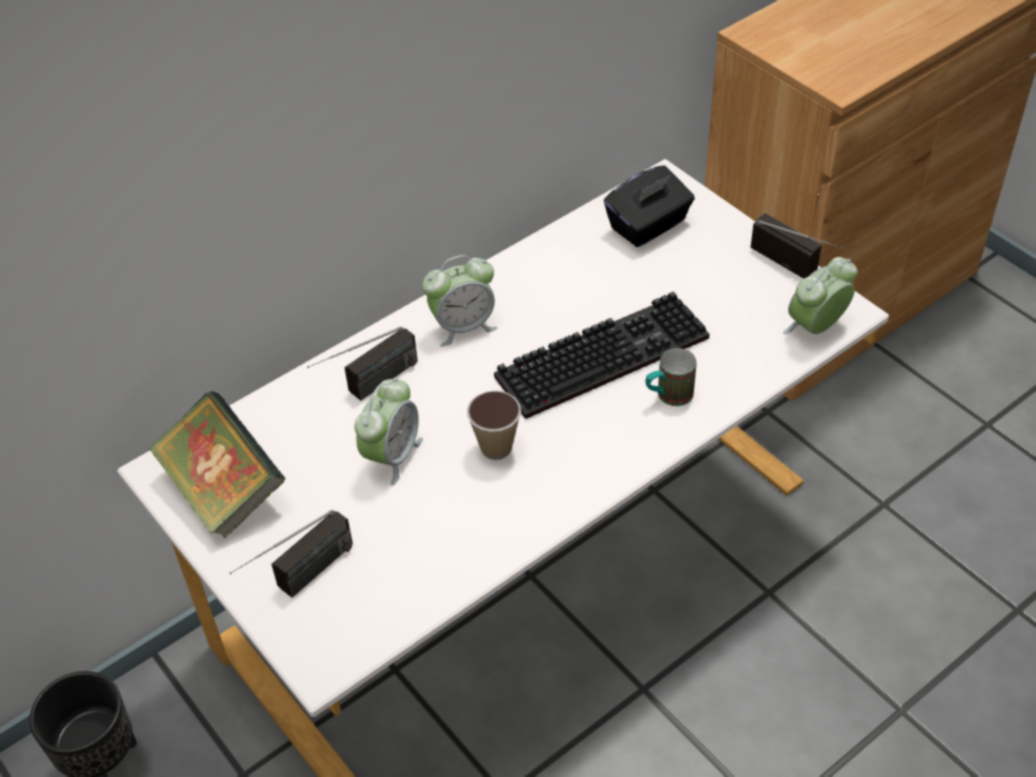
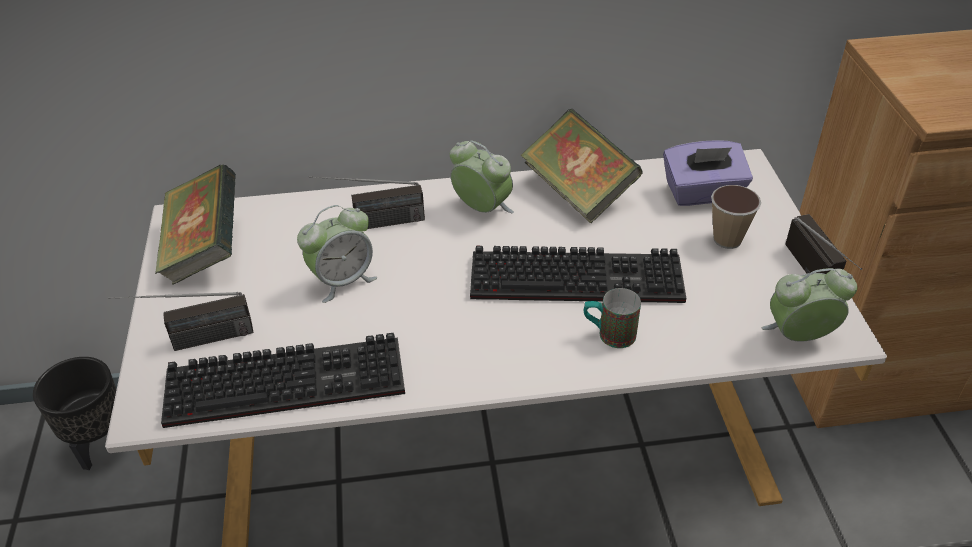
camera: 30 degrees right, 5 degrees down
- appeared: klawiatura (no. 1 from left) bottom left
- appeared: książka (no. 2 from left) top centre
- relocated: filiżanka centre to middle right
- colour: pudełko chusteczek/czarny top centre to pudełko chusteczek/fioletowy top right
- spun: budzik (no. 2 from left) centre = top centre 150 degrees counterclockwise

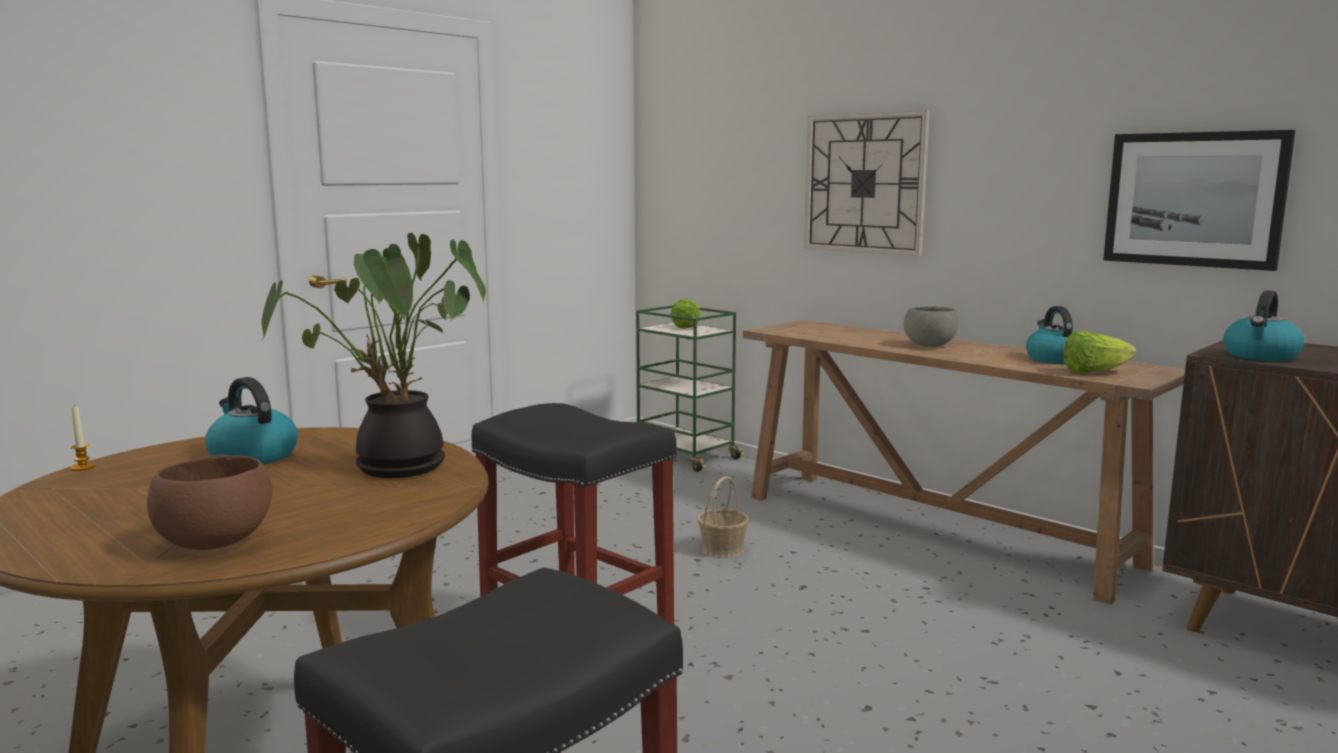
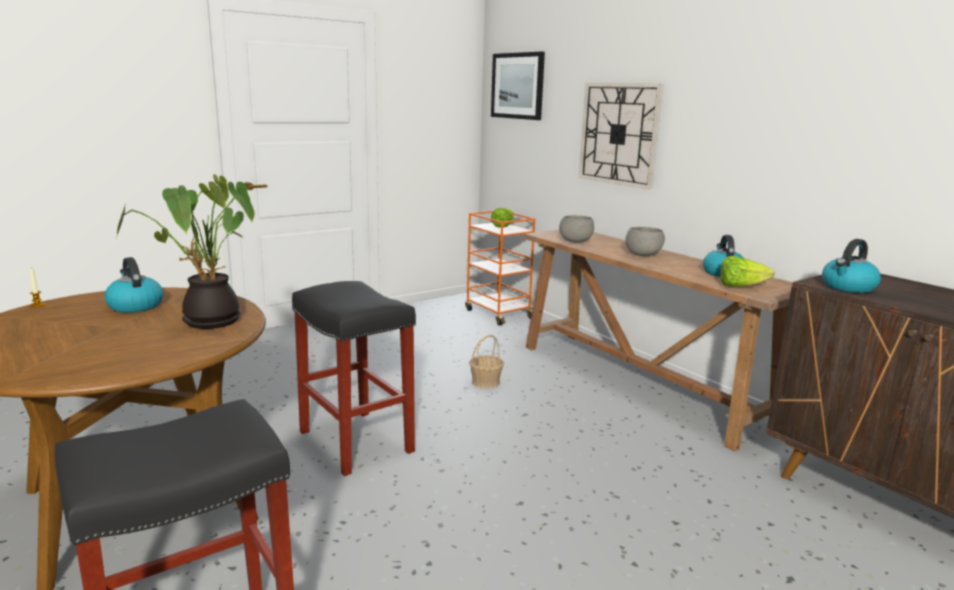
camera: 10 degrees right, 5 degrees up
- missing: miska/brązowy bottom left
- appeared: miska/szary (no. 1 from left) centre
- relocated: obraz top right to top centre
- colour: wózek/zielony centre to wózek/pomarańczowy centre

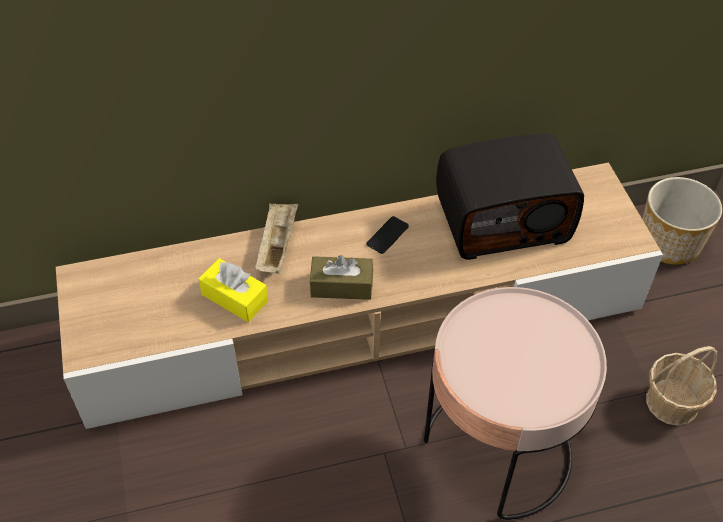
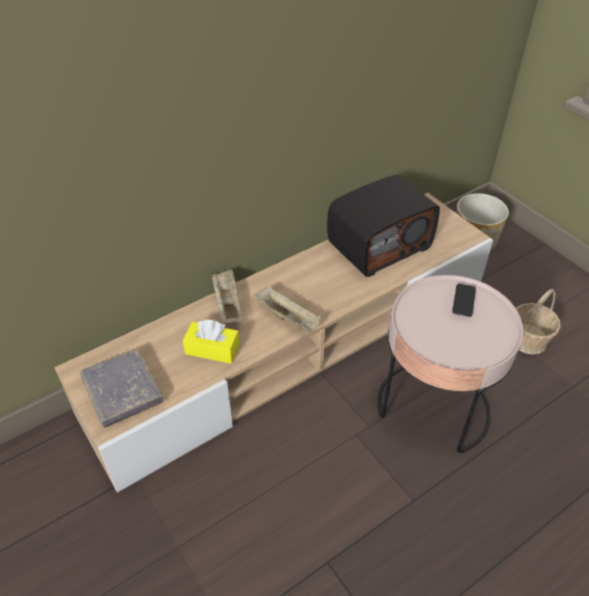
camera: 20 degrees left, 5 degrees down
- appeared: książka/szary middle left
- relocated: telefon centre to middle right
- exchanged: pudełko chusteczek/brązowy centre to taca/beżowy (no. 2 from left) centre

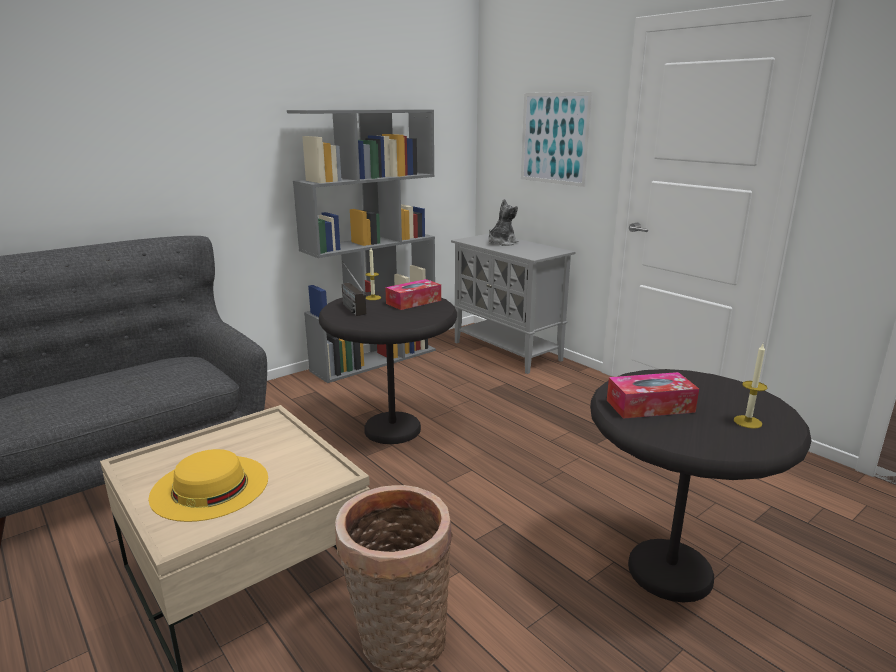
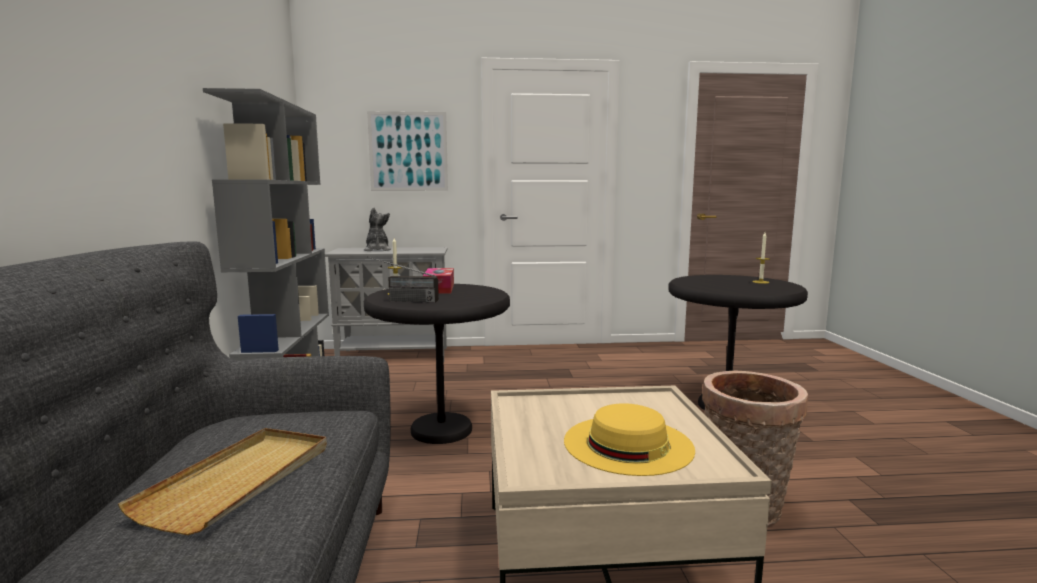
camera: 55 degrees left, 10 degrees down
- missing: pudełko chusteczek (no. 2 from left) middle right
- appeared: taca/beżowy bottom left

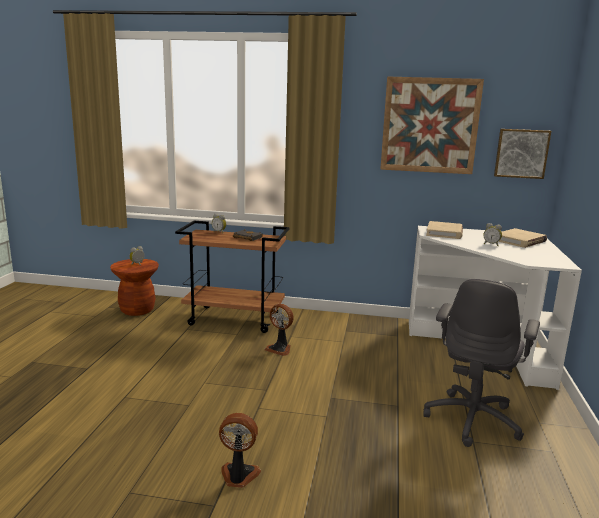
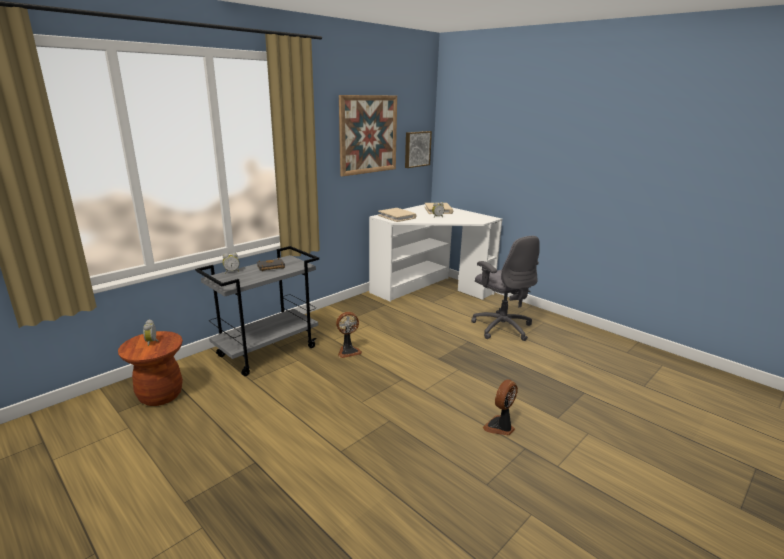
camera: 55 degrees left, 5 degrees up
- colour: wózek/brązowy centre to wózek/szary middle left

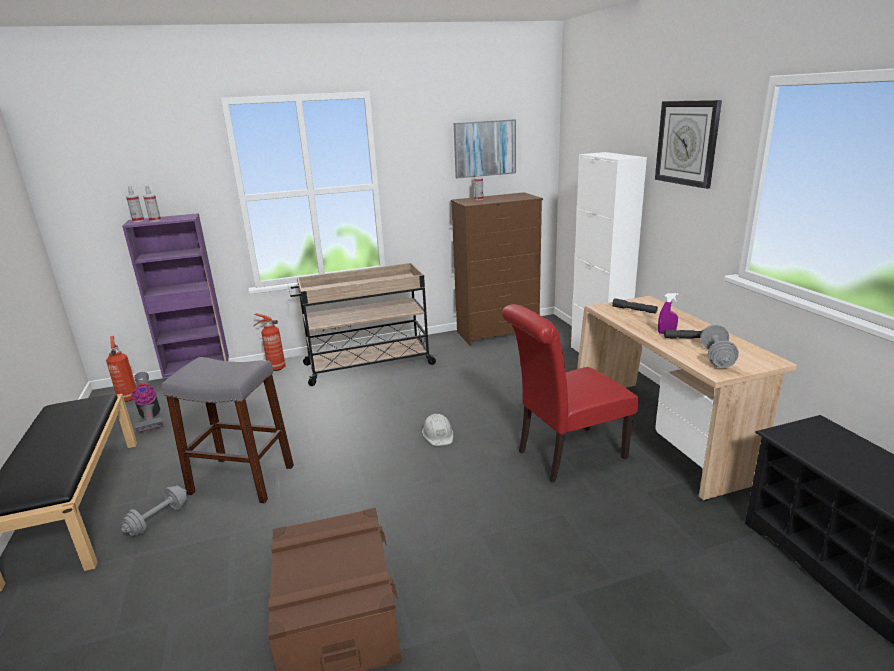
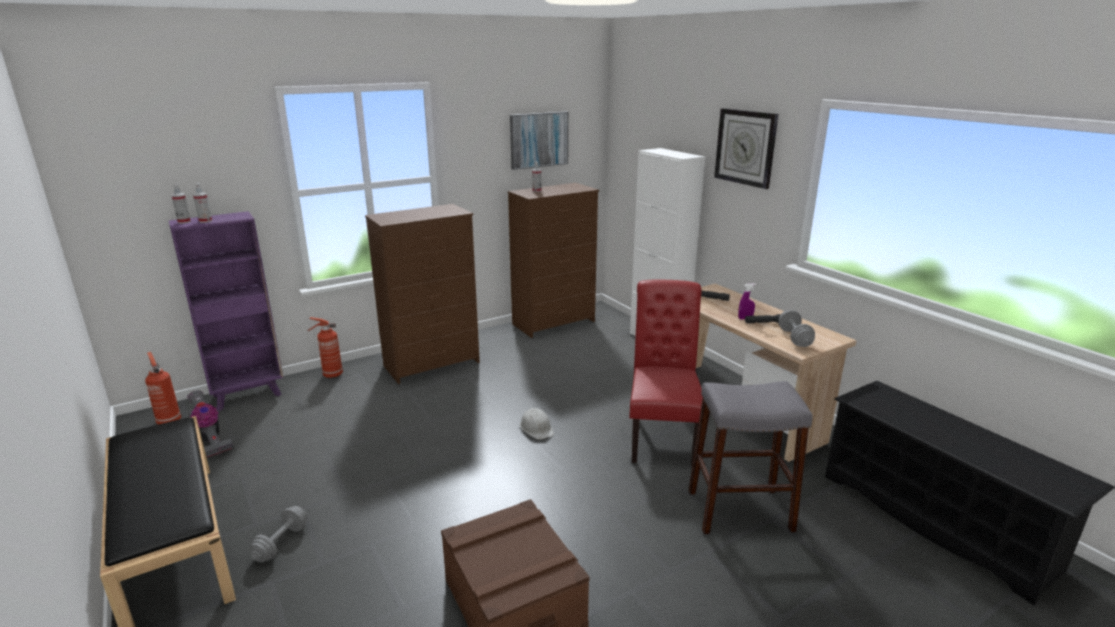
camera: 15 degrees left, 0 degrees up
- relocated: stołek/szary middle left to bottom right
- exchanged: wózek/beżowy centre to komoda/brązowy (no. 1 from left) centre
- spun: krzesło/czerwony centre = centre 135 degrees clockwise

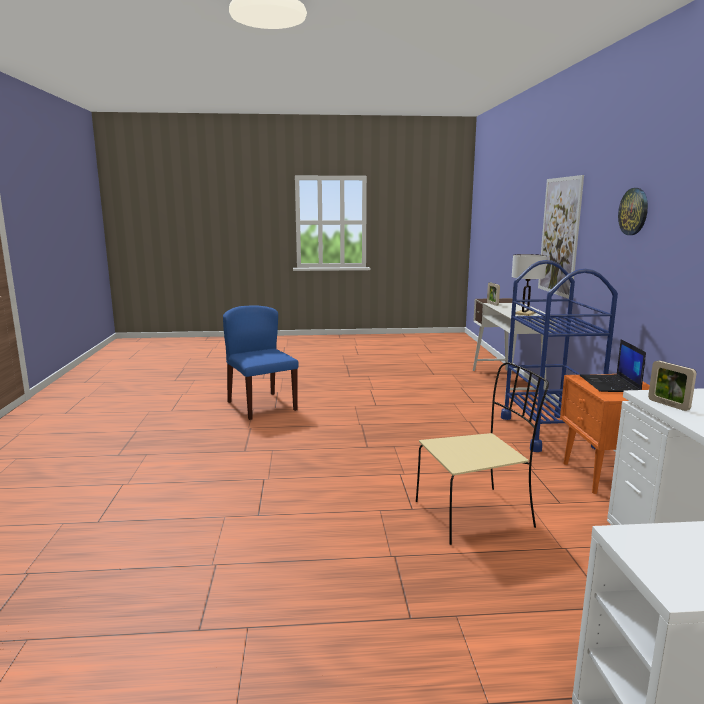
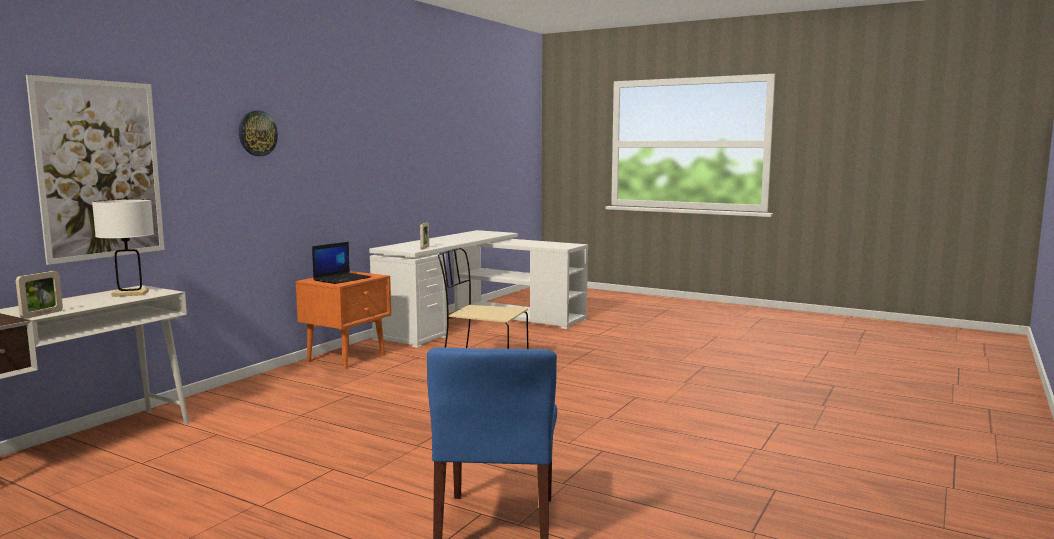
camera: 145 degrees left, 5 degrees down
- missing: wózek/niebieski middle right

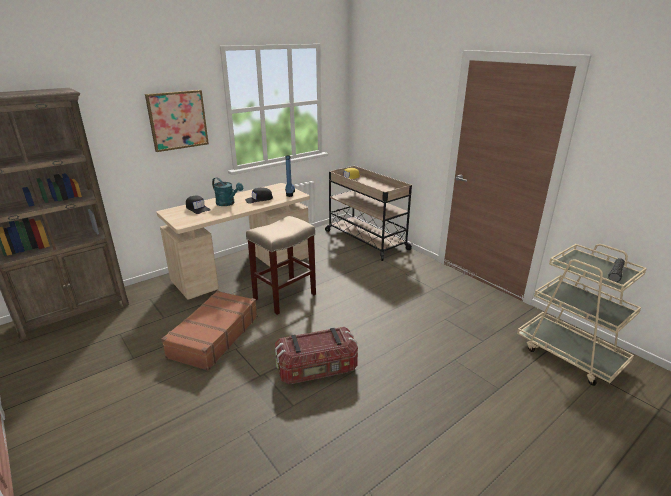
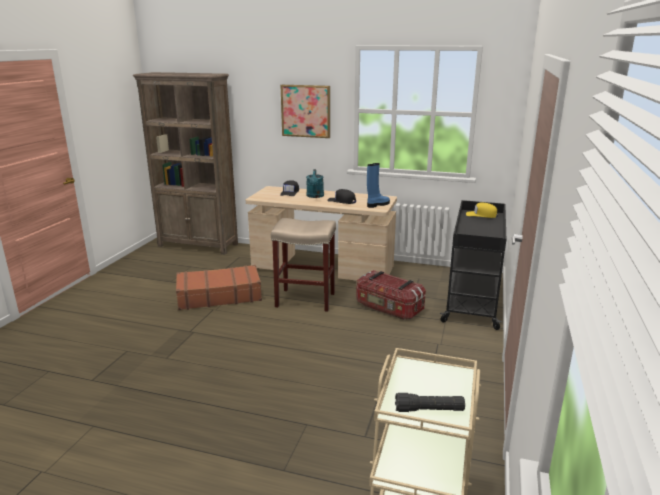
camera: 55 degrees right, 5 degrees down
- relocated: pojemnik do przechowywania bottom centre to centre
- colour: wózek/beżowy (no. 1 from left) centre to wózek/czarny middle right

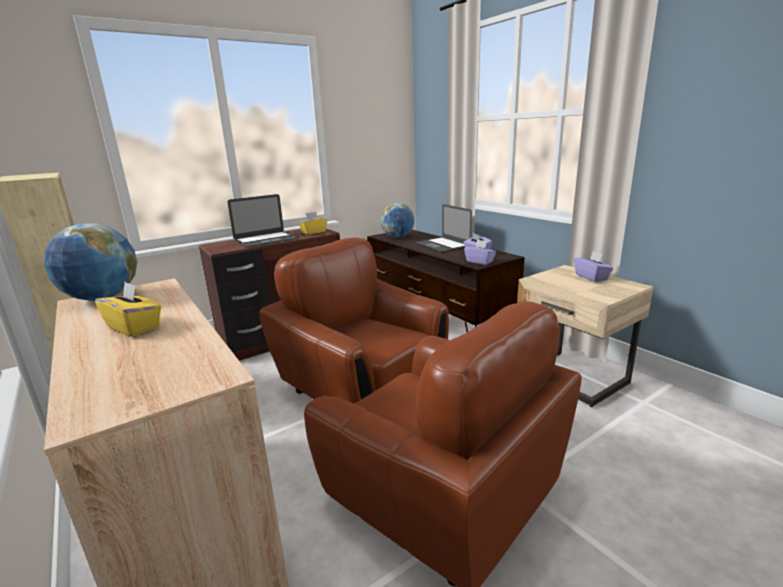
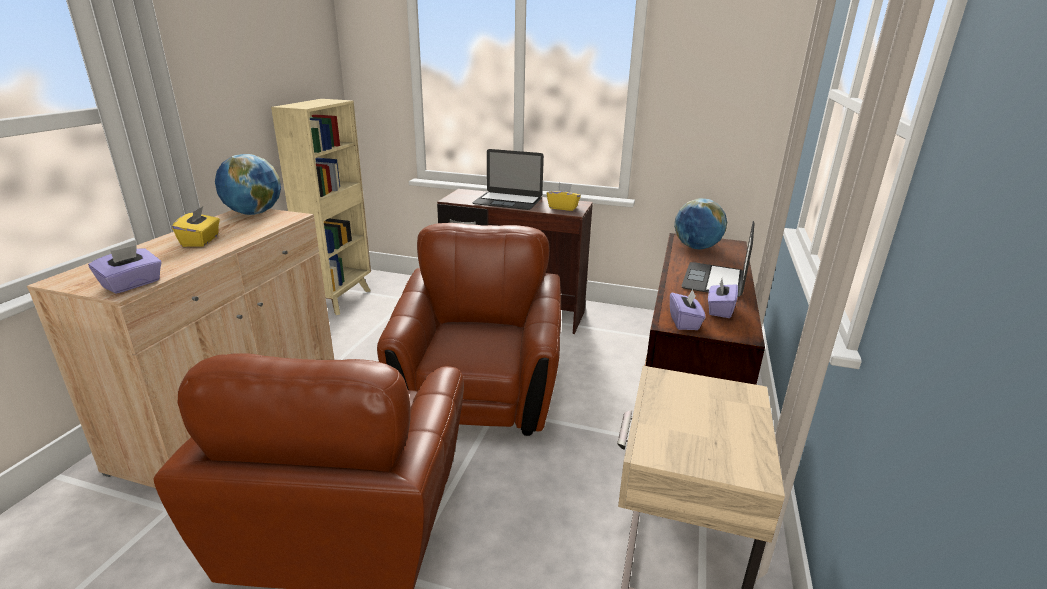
camera: 50 degrees right, 5 degrees up
- relocated: pudełko chusteczek/fioletowy (no. 3 from left in the first image) middle right to pudełko chusteczek/fioletowy (no. 1 from left) middle left

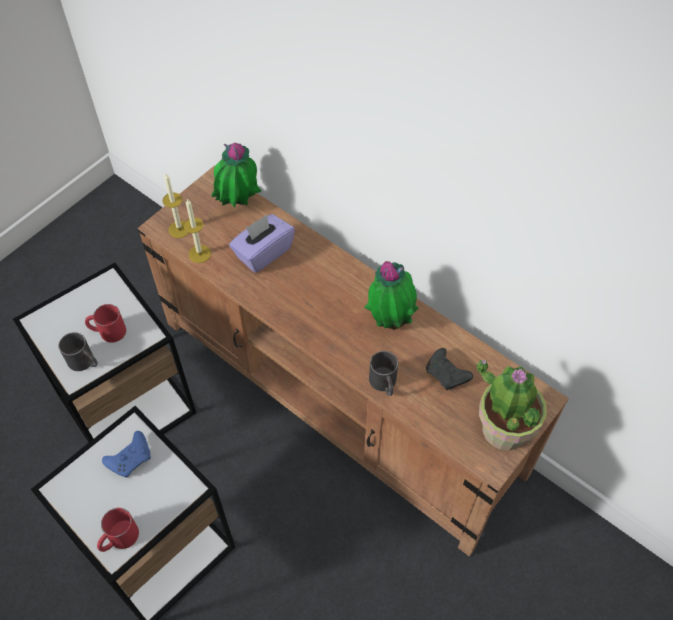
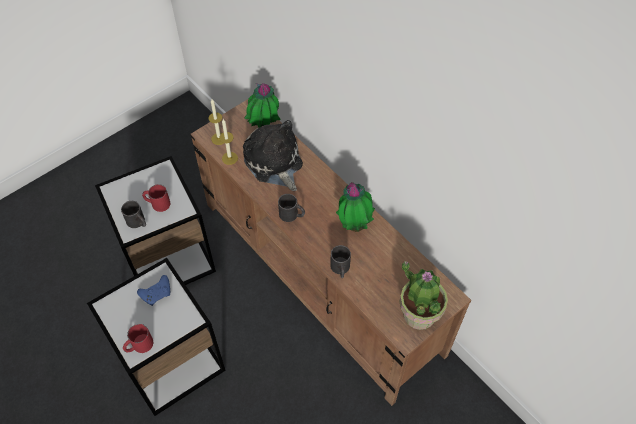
camera: 10 degrees right, 0 degrees up
- missing: pad do gier/czarny middle right
- appeared: kubek/czarny (no. 2 from left) centre
- exchanged: pudełko chusteczek/fioletowy centre to pluszak centre

